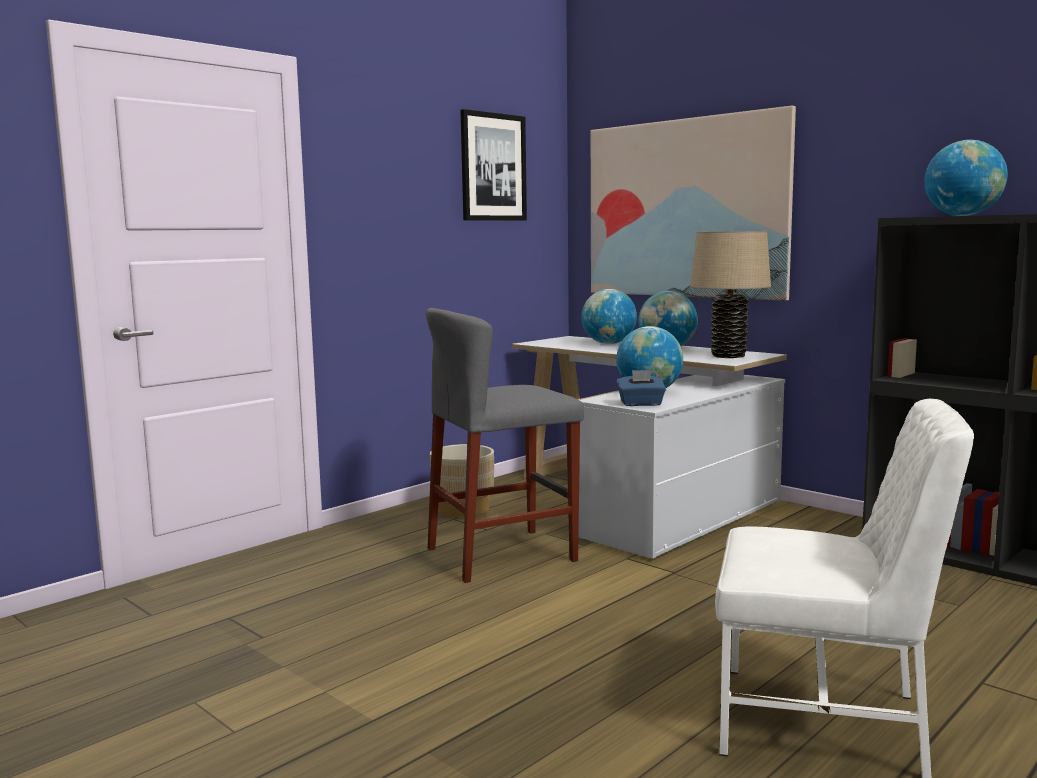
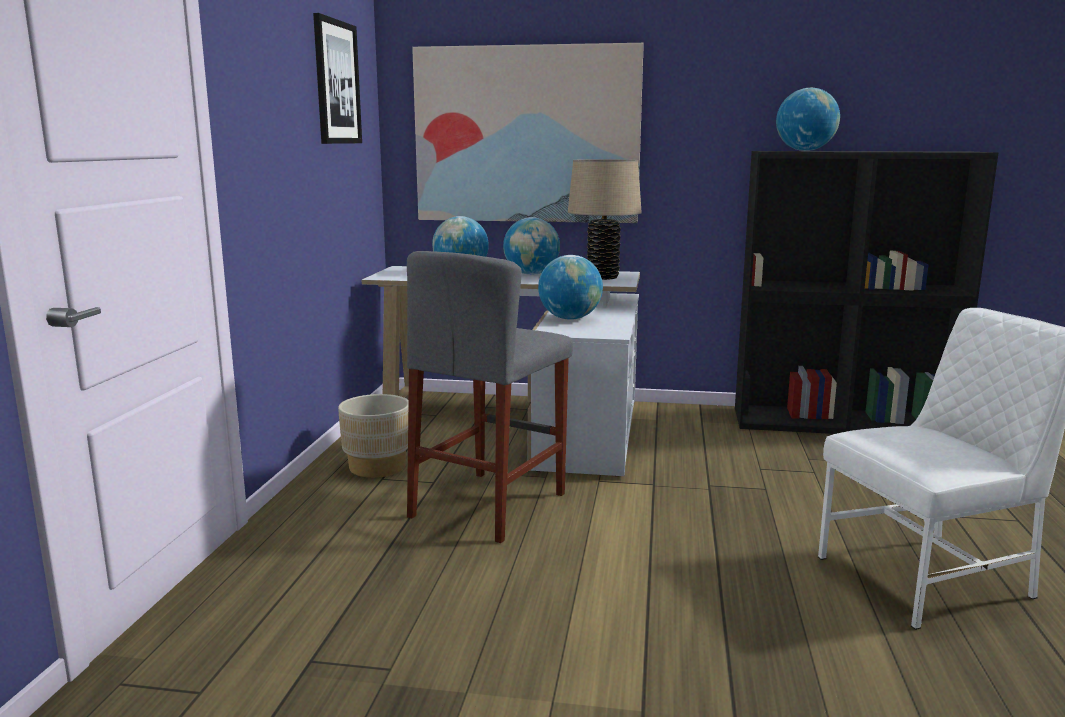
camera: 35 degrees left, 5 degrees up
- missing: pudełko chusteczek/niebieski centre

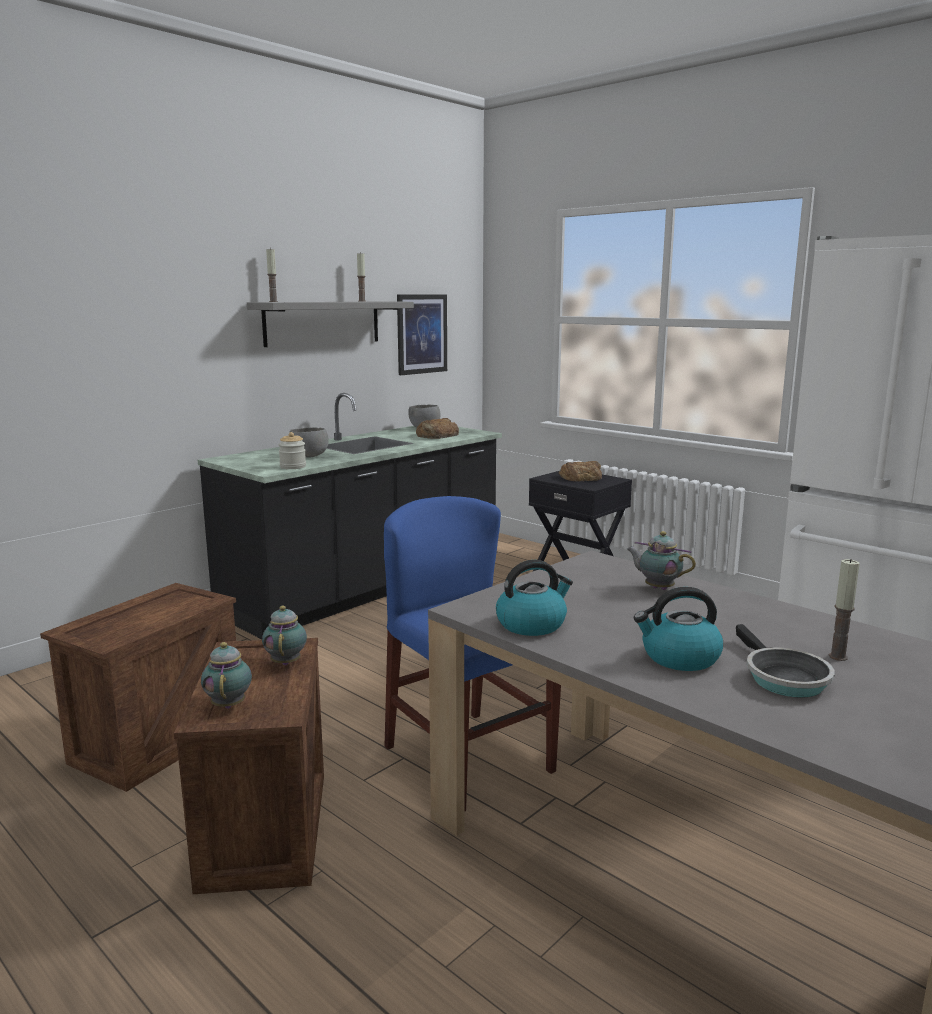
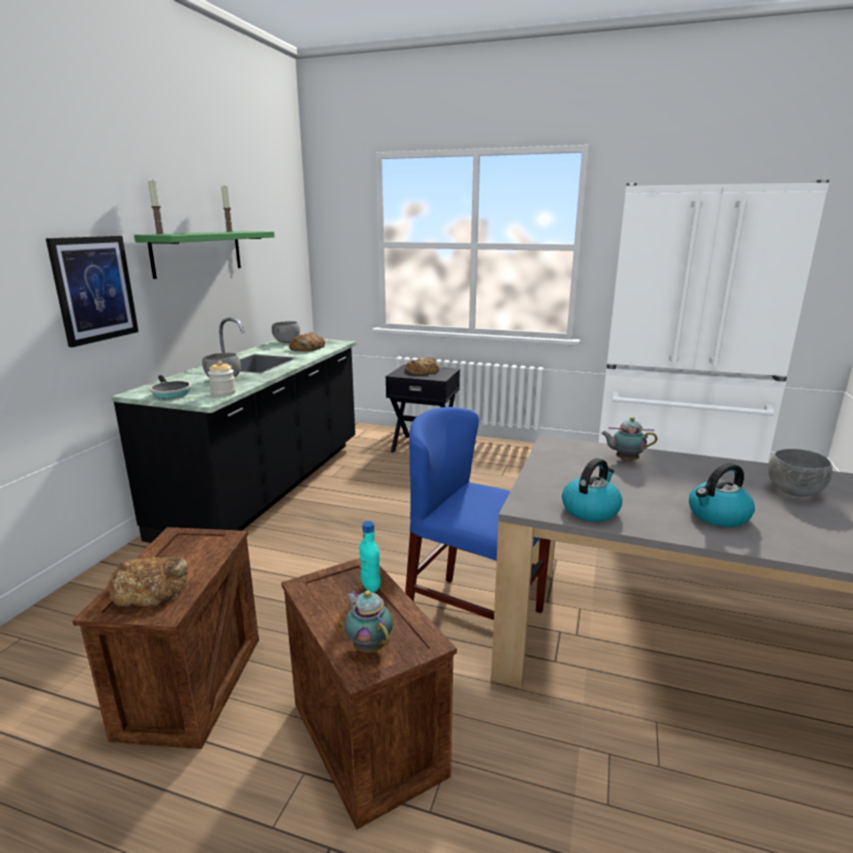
camera: 25 degrees left, 5 degrees up
- appeared: chleb (no. 1 from left) bottom left
- relocated: obraz top centre to middle left
- relocated: patelnia middle right to middle left
- exchanged: imbryk (no. 2 from left) middle left to butelka/turkusowy centre
- exchanged: świeca (no. 3 from left) middle right to miska/szary (no. 3 from left) middle right
- colour: półka/szary top centre to półka/zielony top left

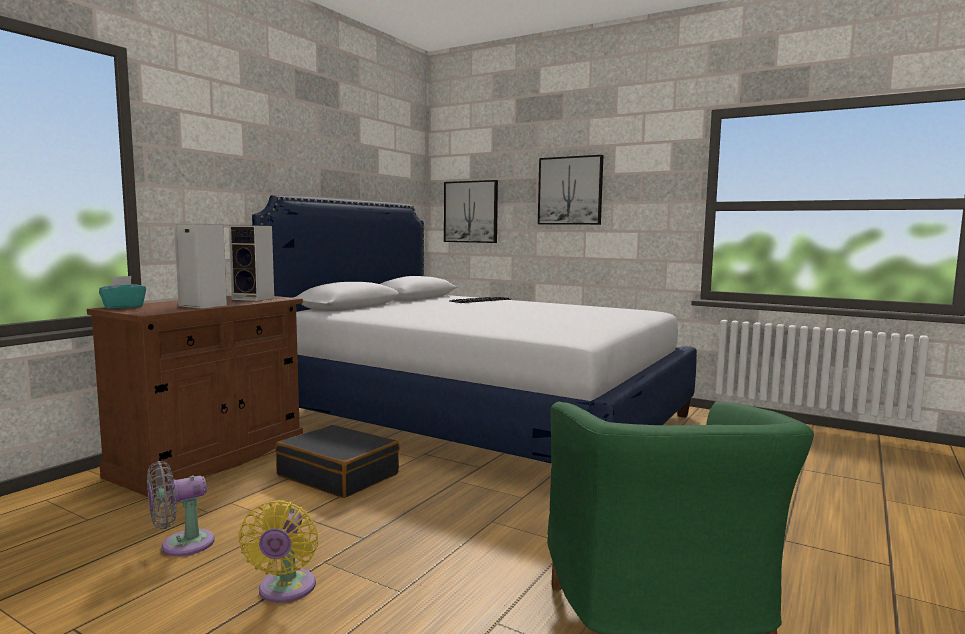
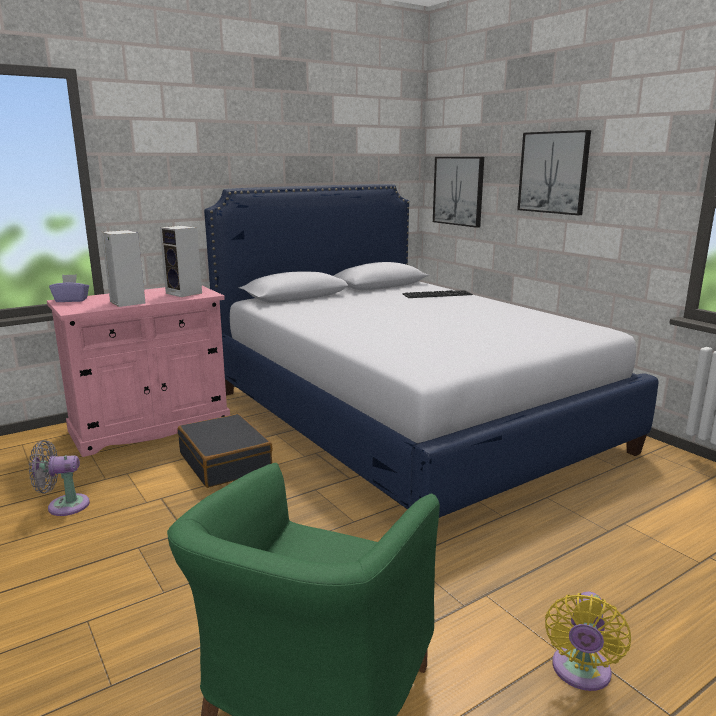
camera: 25 degrees right, 10 degrees up
- relocated: wentylator/żółty bottom left to bottom right
- colour: szafka/brązowy middle left to szafka/różowy middle left
- colour: pudełko chusteczek/turkusowy middle left to pudełko chusteczek/fioletowy middle left

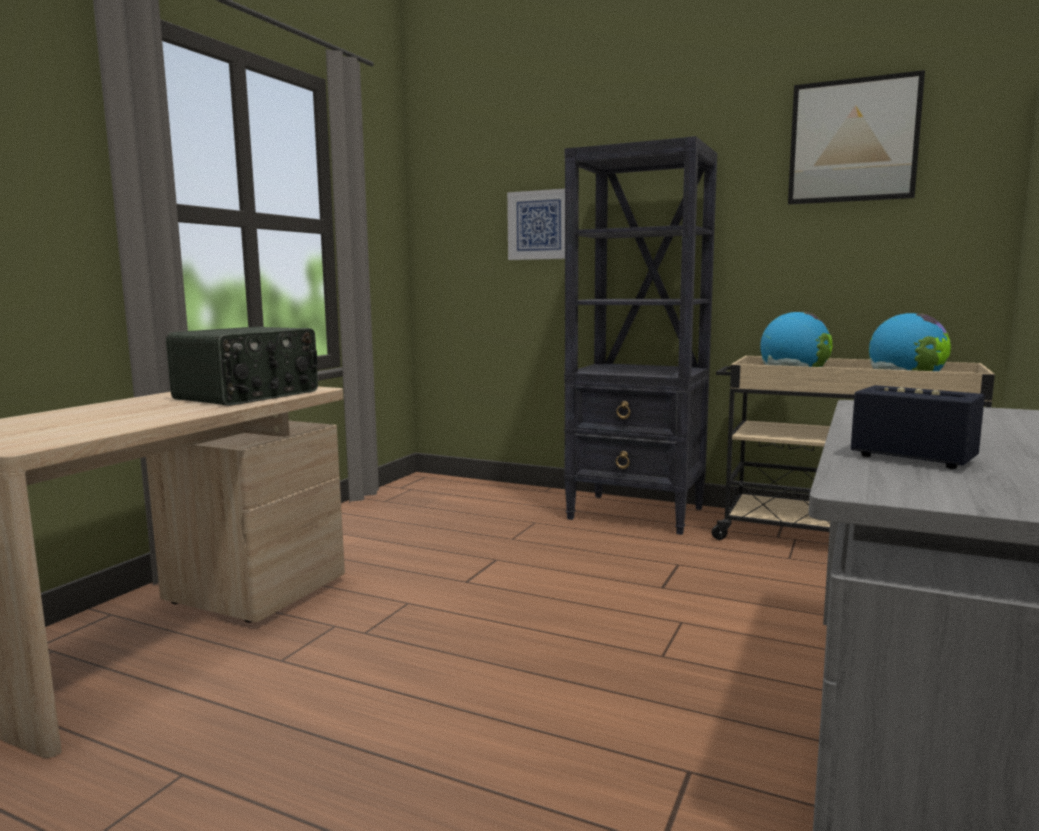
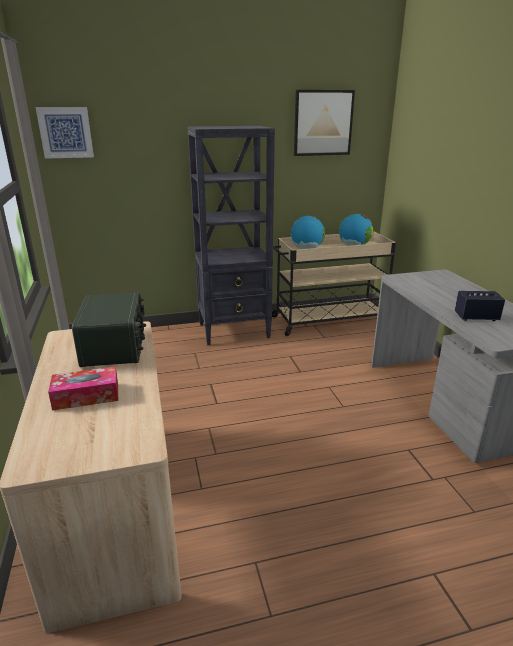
camera: 40 degrees left, 15 degrees up
- appeared: pudełko chusteczek middle left
- relocated: obraz (no. 1 from left) top centre to top left

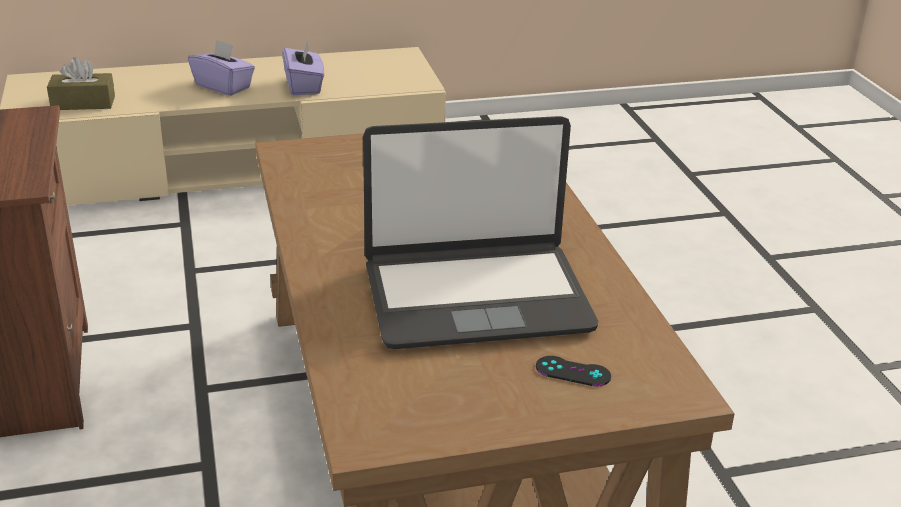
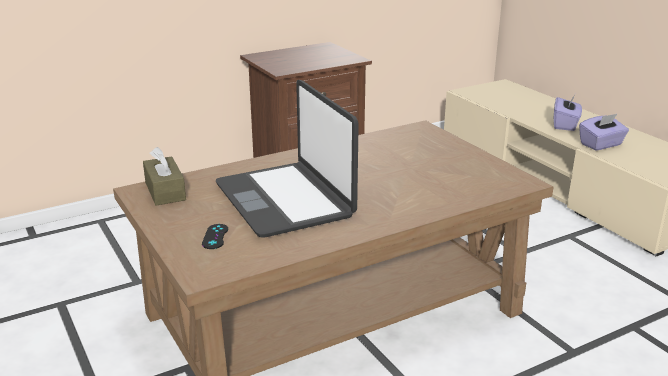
camera: 75 degrees right, 5 degrees down
- relocated: pudełko chusteczek/brązowy top left to middle left

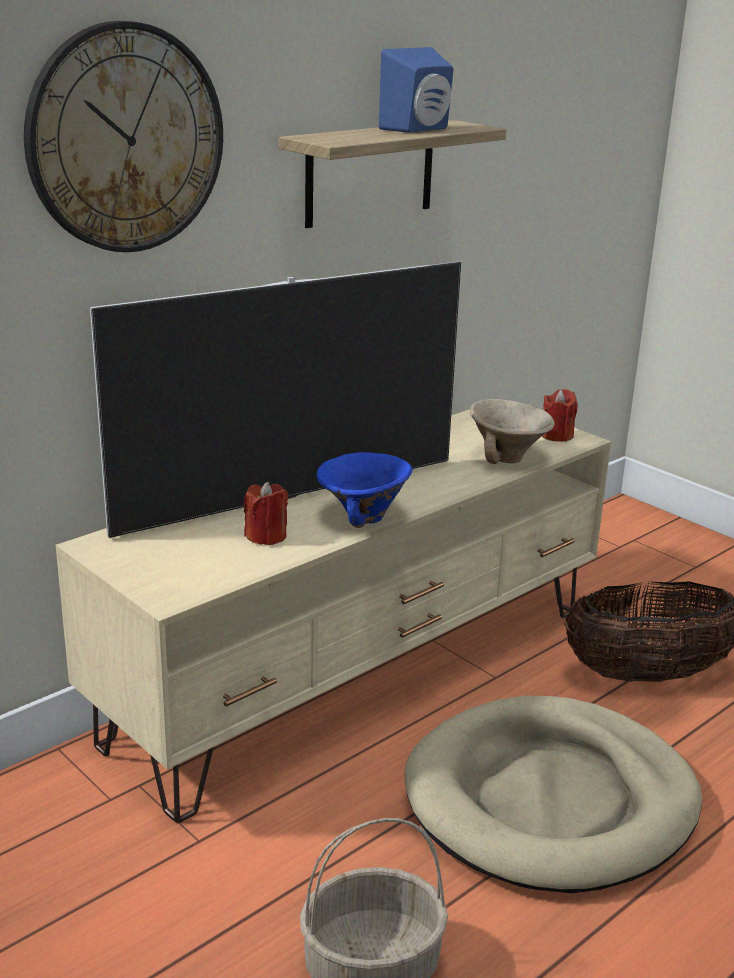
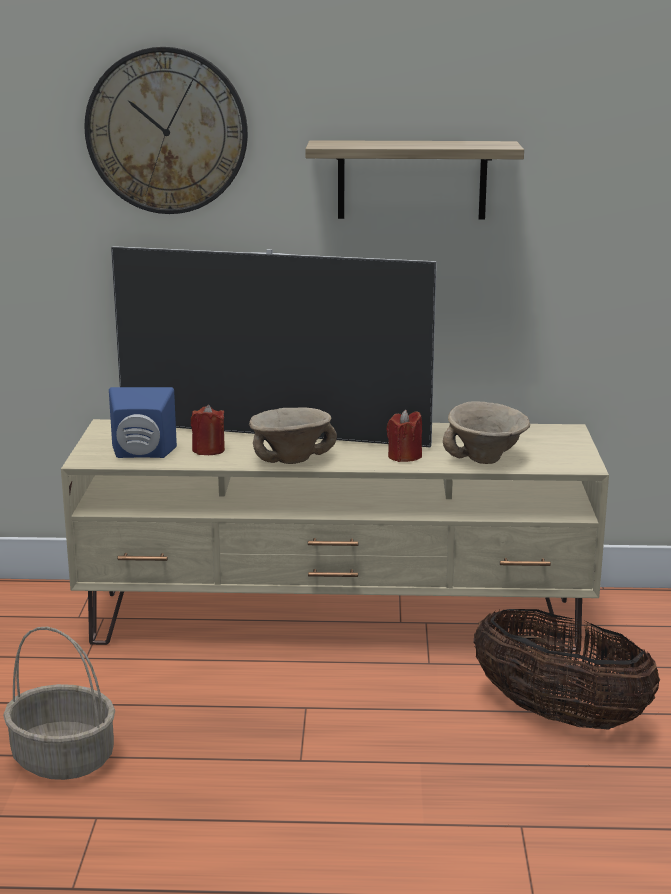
camera: 45 degrees right, 5 degrees down
- missing: legowisko/beżowy bottom right
- relocated: głośnik/niebieski top centre to middle left
- relocated: świeca/czerwony (no. 2 from left) middle right to centre
- colour: miska/niebieski centre to miska/beżowy (no. 1 from left) centre

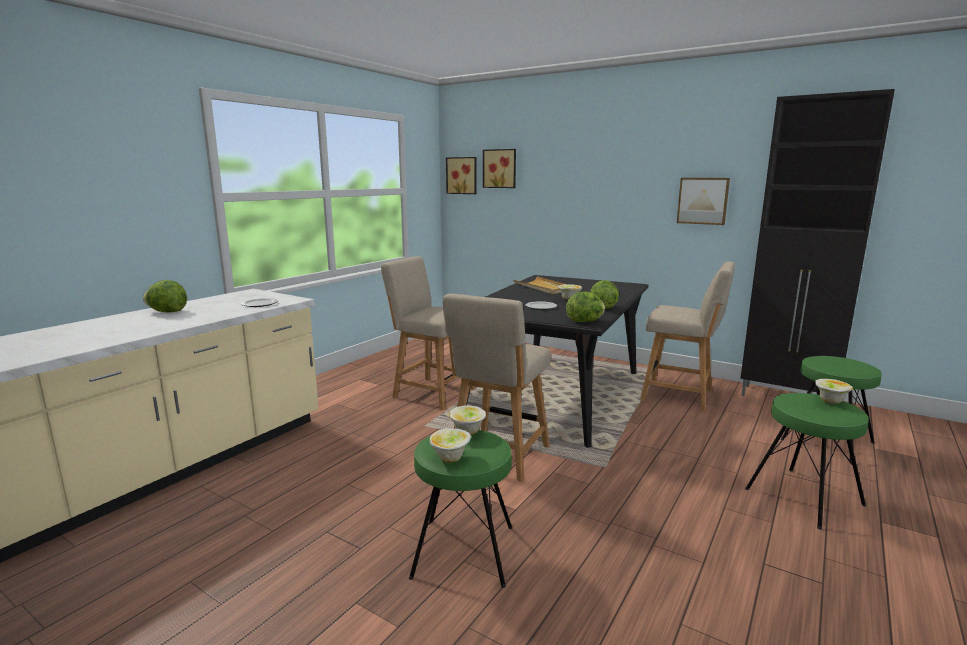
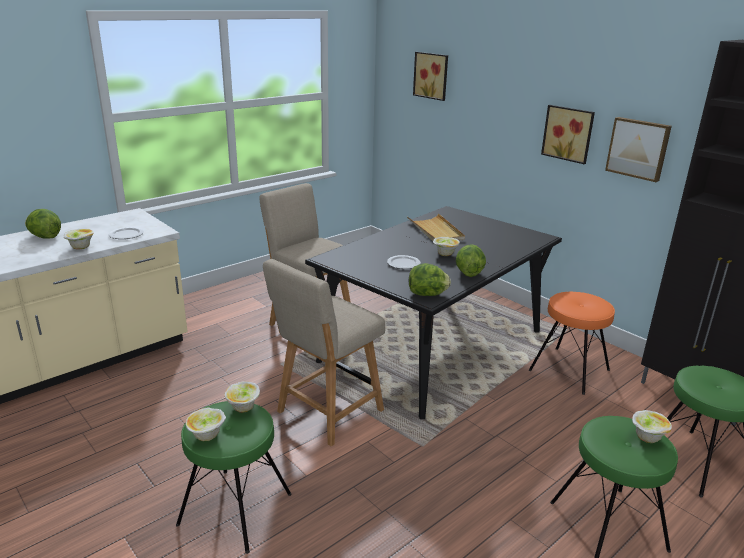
camera: 15 degrees right, 10 degrees up
- appeared: miska (no. 1 from left) middle left
- relocated: obraz (no. 1 from left in the first image) top centre to obraz (no. 2 from left) top right
- exchanged: krzesło/beżowy (no. 3 from left) middle right to stołek/pomarańczowy middle right

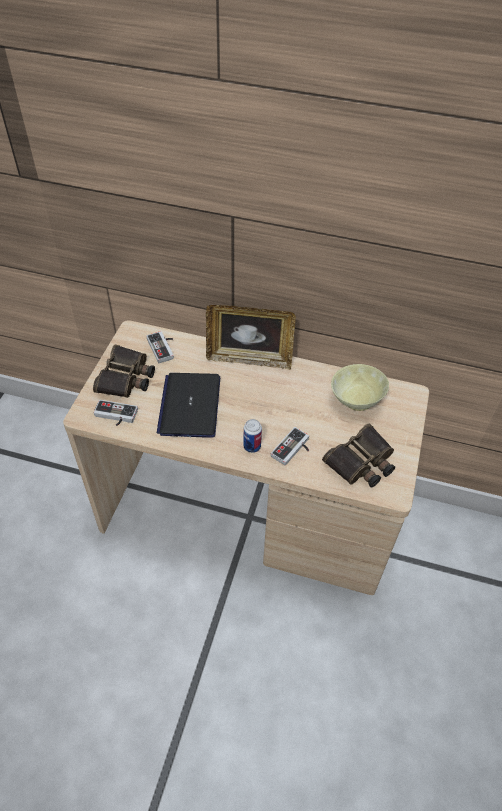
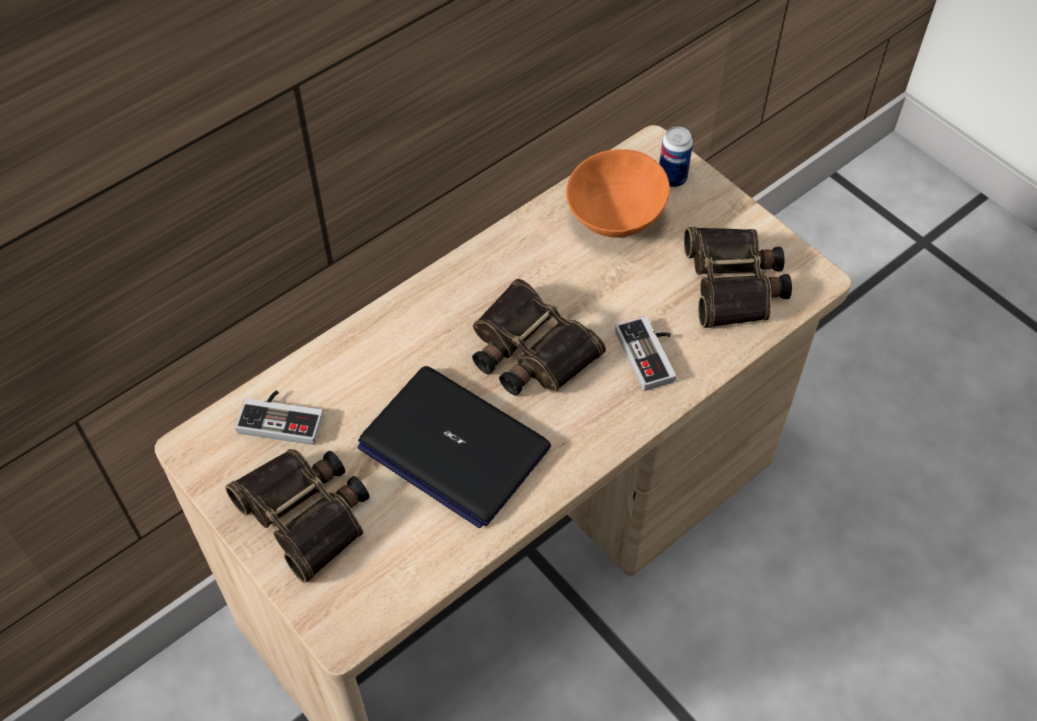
camera: 55 degrees left, 5 degrees up
- missing: pad do gier (no. 1 from left) middle left
- missing: ramka na zdjęcie centre
- appeared: lornetka (no. 2 from left) centre
- relocated: puszka centre to top centre
- colour: miska/beżowy middle right to miska/pomarańczowy top centre

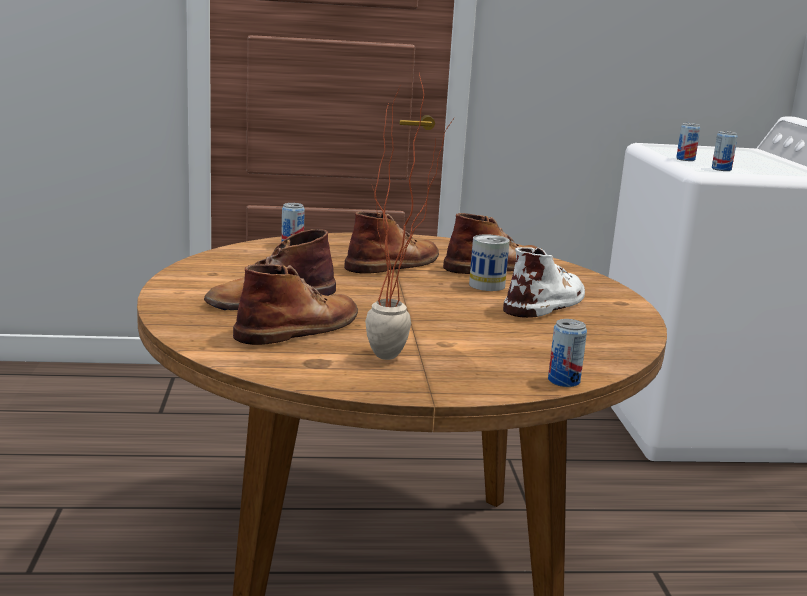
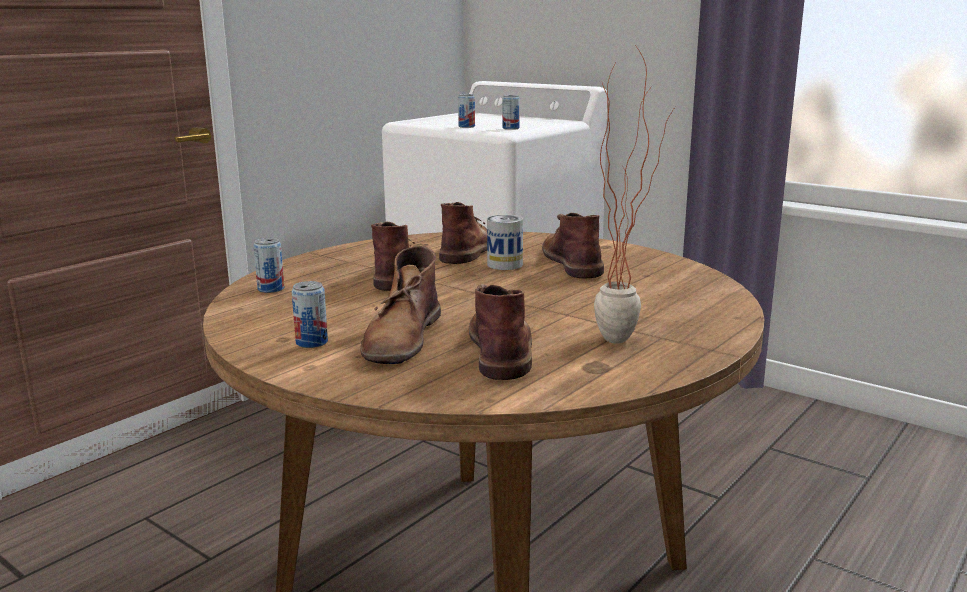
camera: 45 degrees left, 0 degrees up
- relocated: puszka (no. 3 from left in the first image) middle right to puszka (no. 2 from left) middle left
- colour: but z cholewką/biały middle right to but z cholewką/brązowy (no. 5 from left) centre

